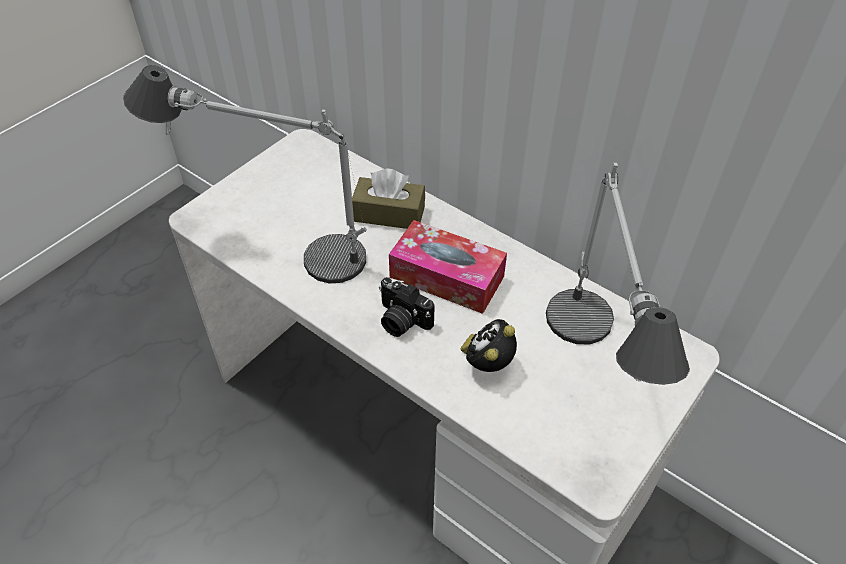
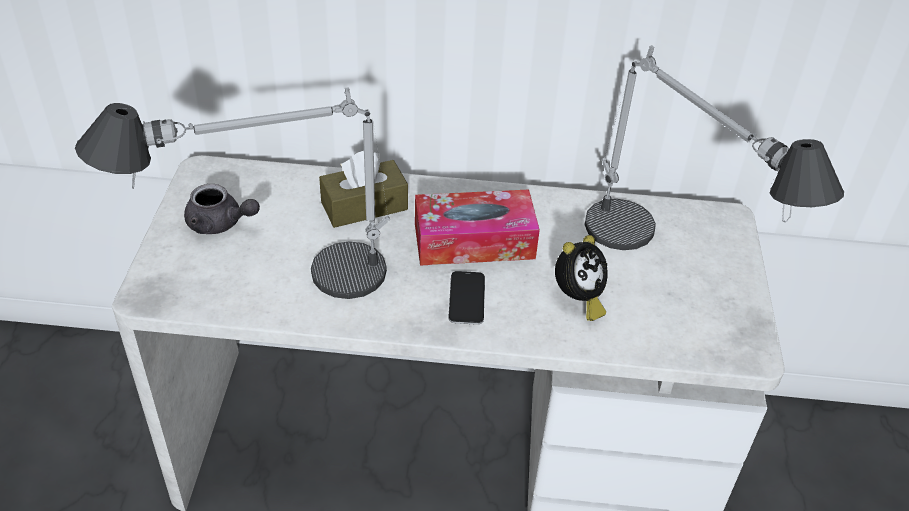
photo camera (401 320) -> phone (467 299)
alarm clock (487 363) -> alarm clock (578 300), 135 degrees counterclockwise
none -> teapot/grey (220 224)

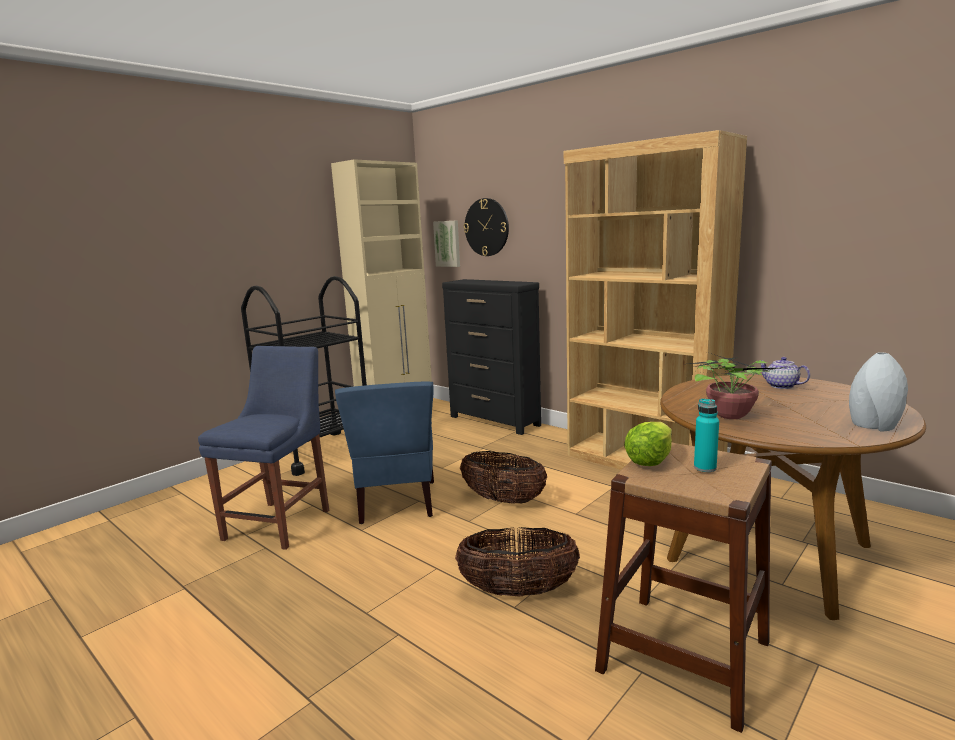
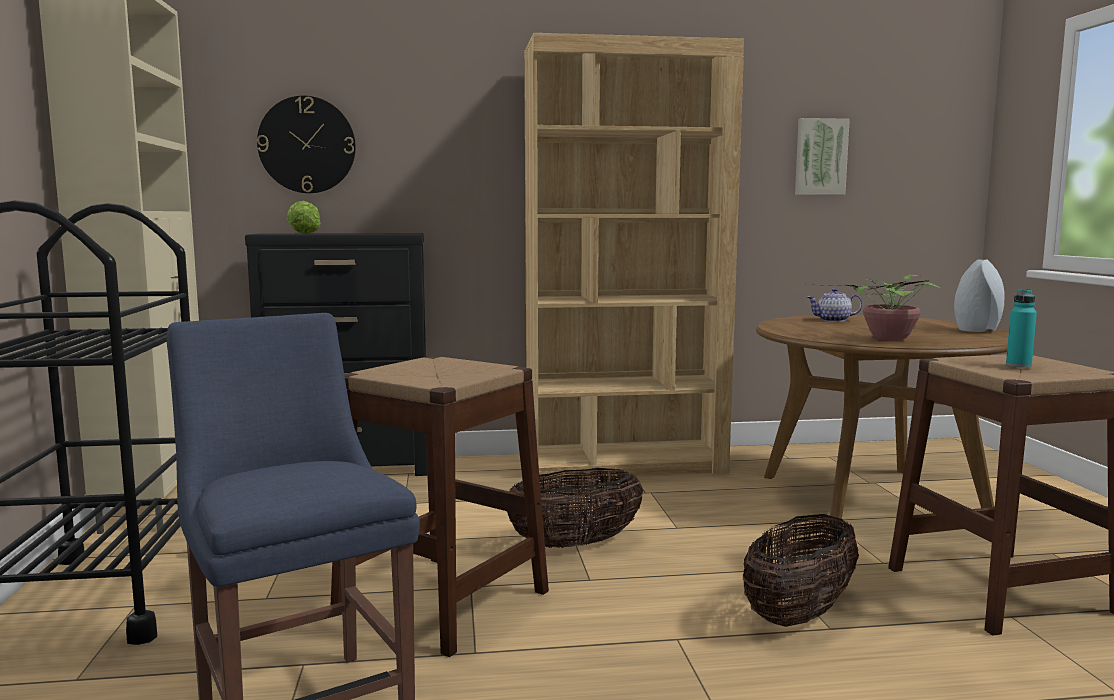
chair/blue (396 502) -> stool/brown (442 601)
picture (448 243) -> picture (820 157), move
lettuce (649 460) -> lettuce (305 233), move

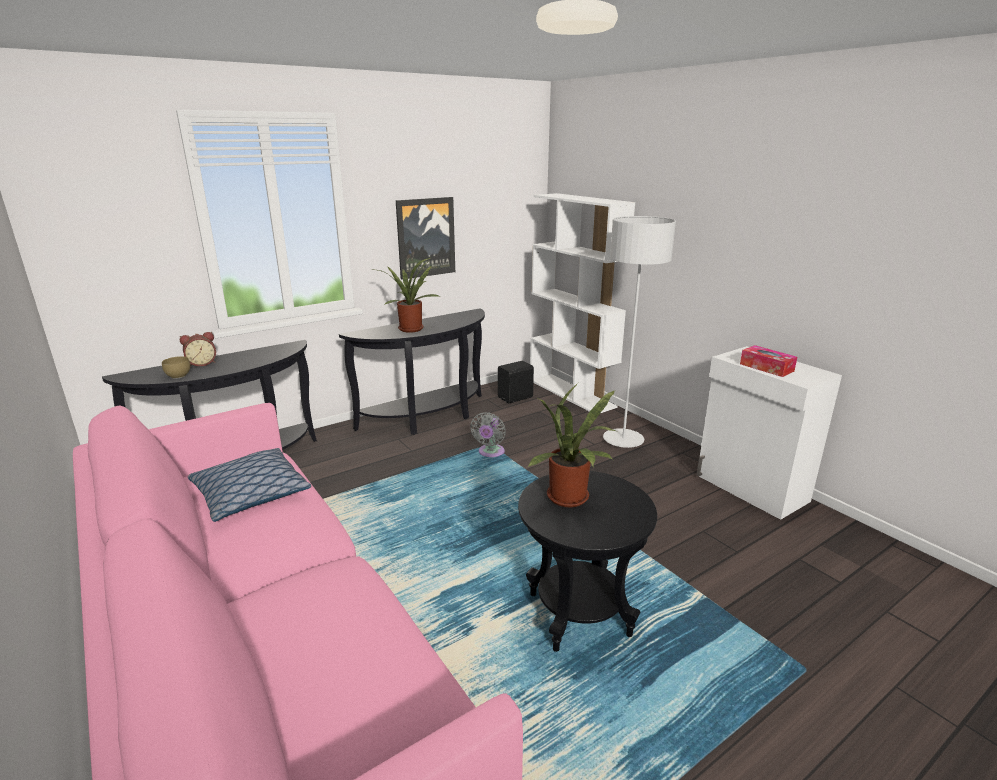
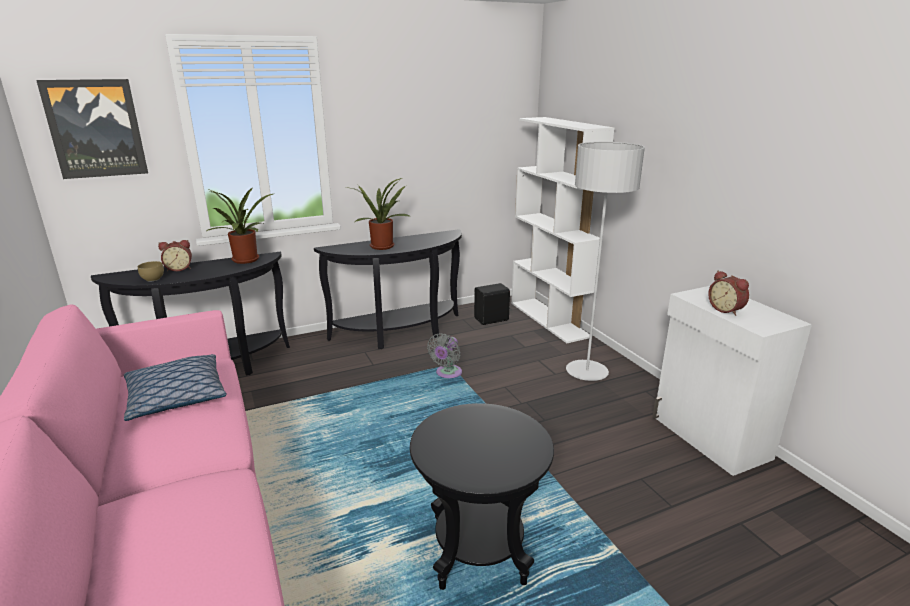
picture (425 237) -> picture (95 129), move
potted plant (571 499) -> potted plant (246 261), move
tissue box (766 367) -> alarm clock (726 310)

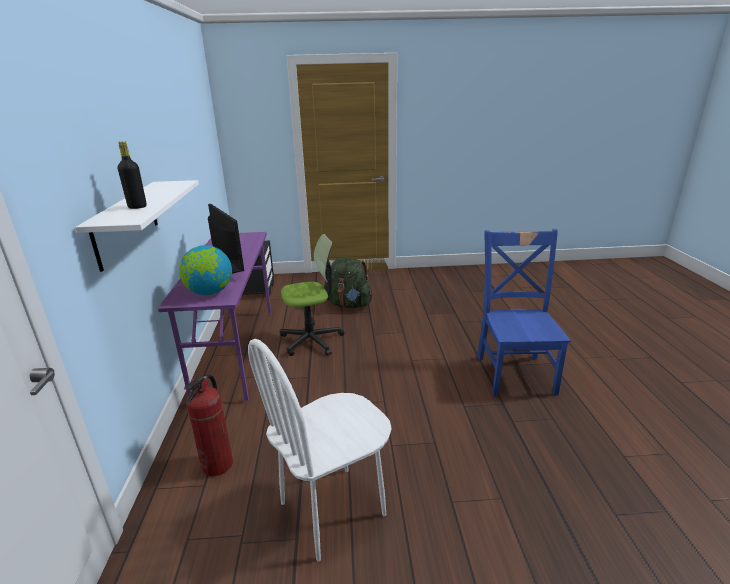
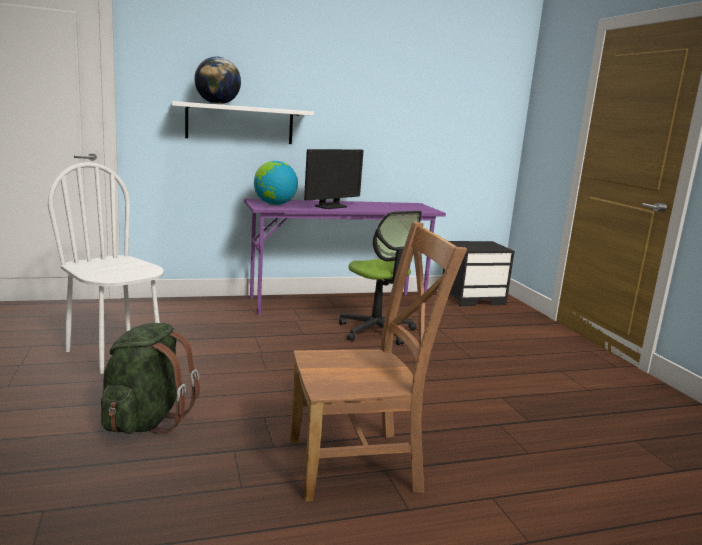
bottle/black (137 207) -> globe (217 104)
fire extinguisher (217 465) -> none
backpack/green (349 304) -> backpack/green (146 420), move
chair/blue (514 372) -> chair/brown (360 464)

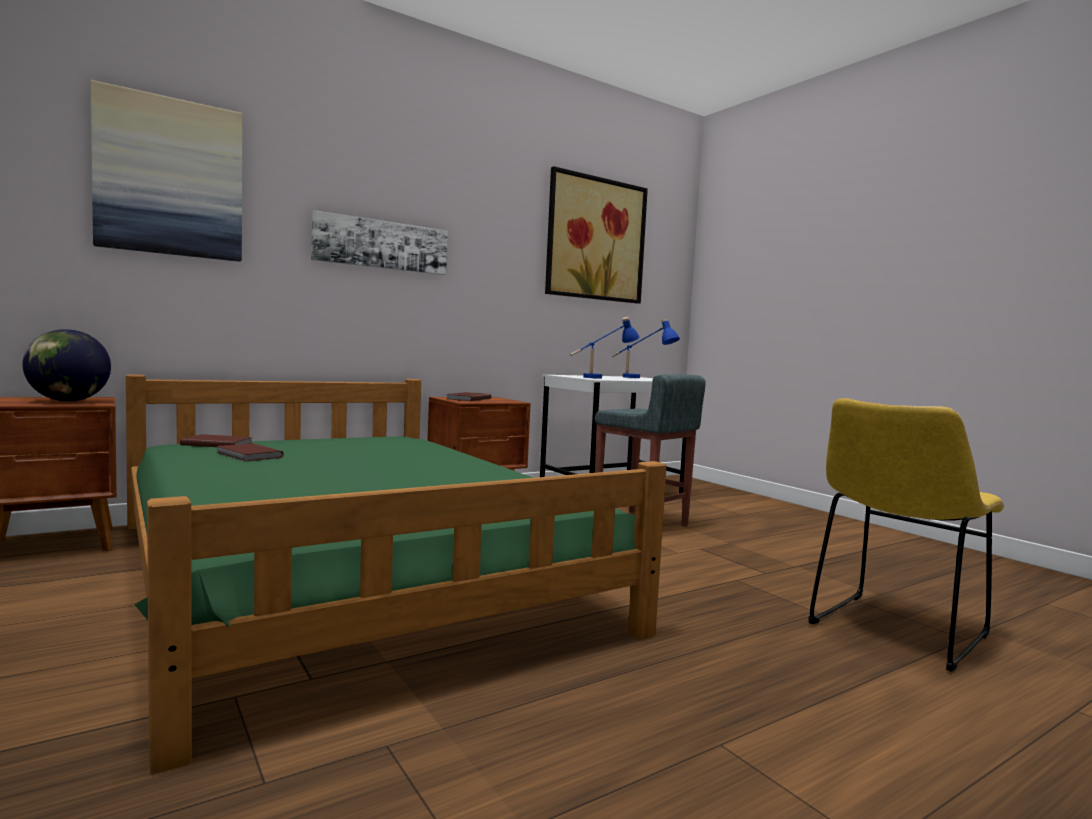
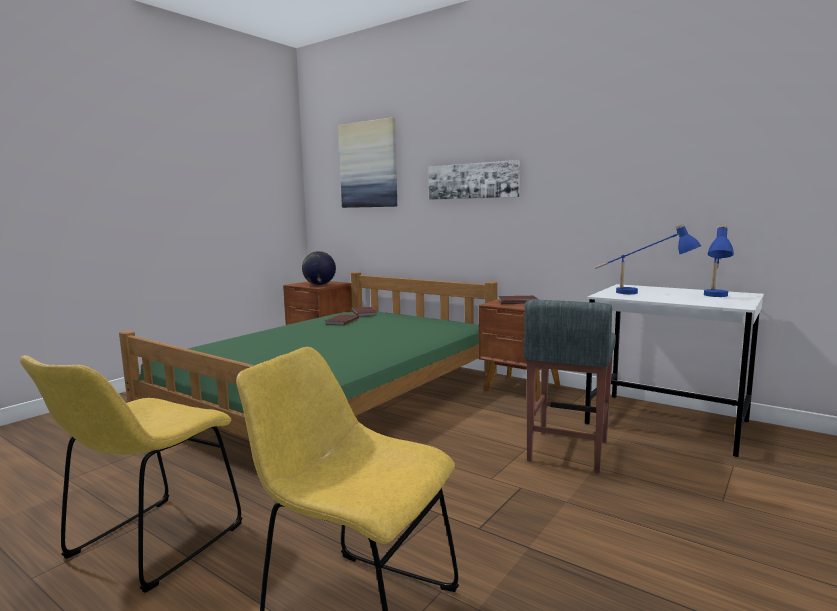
picture (596 239) -> none
none -> chair/yellow (149 546)

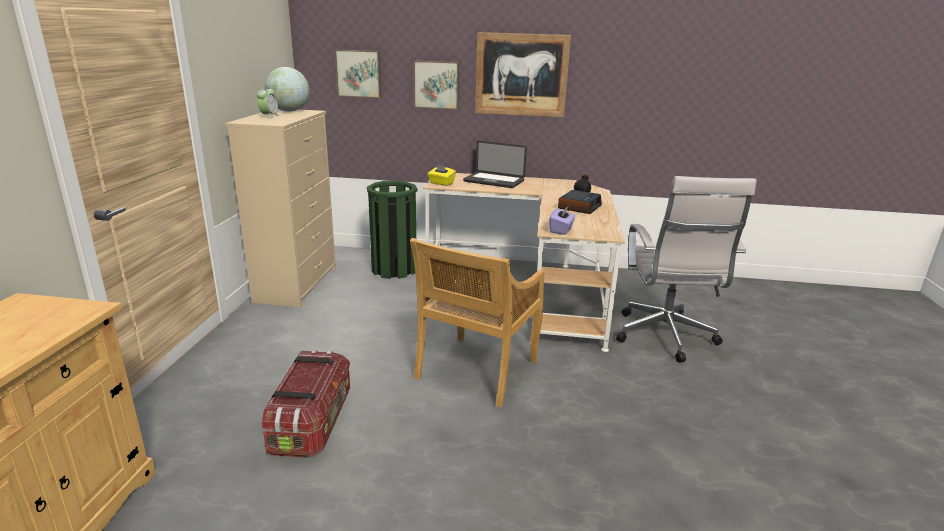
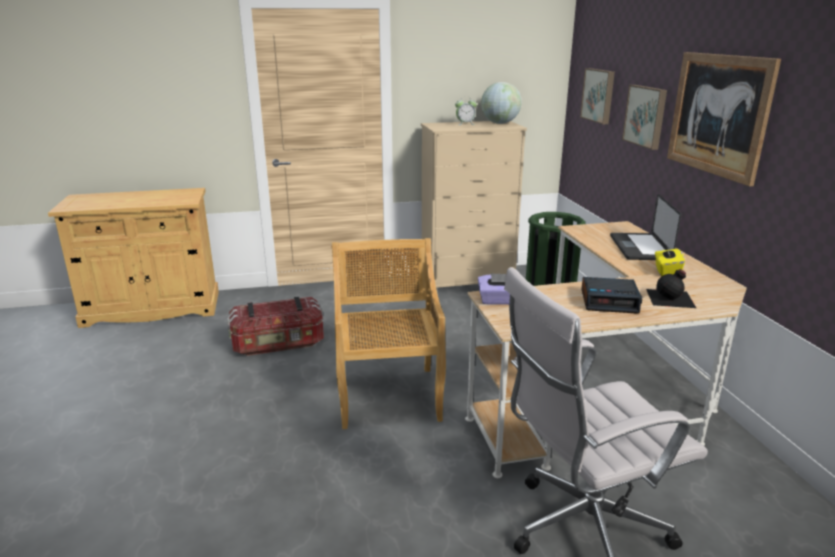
chair/beige (476 371) -> chair/beige (388 395), 75 degrees clockwise
tissue box/yellow (441 183) -> tissue box/yellow (666 272), move

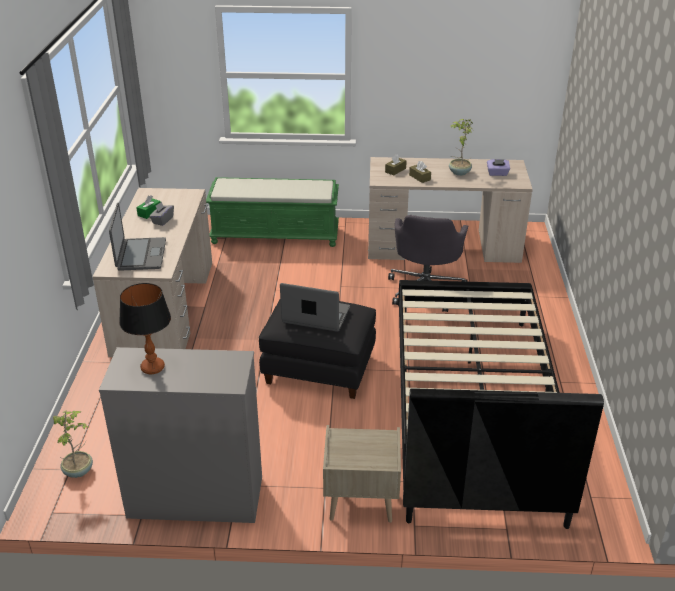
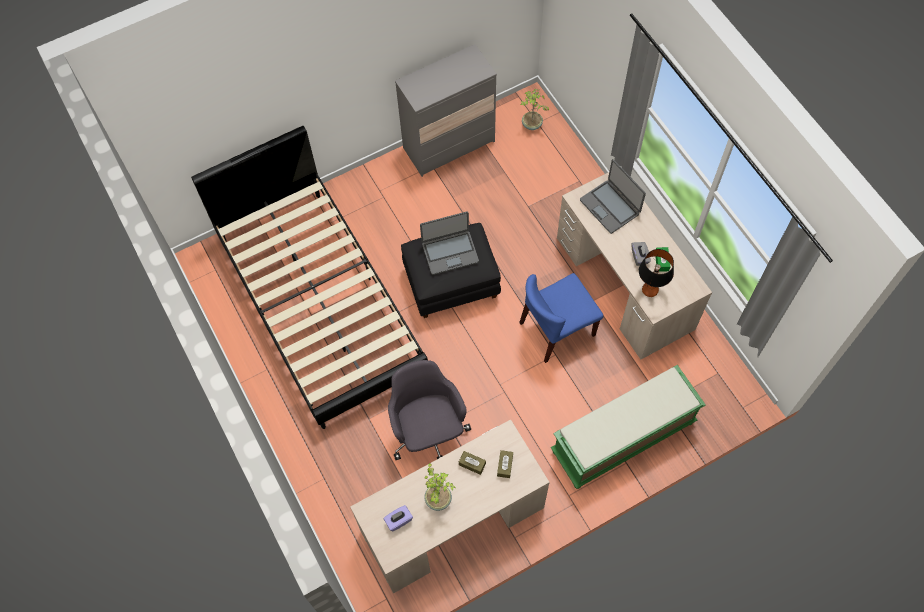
table lamp (153 367) -> table lamp (650 290), move
nightstand/beige (360 502) -> none
none -> chair/blue (556 330)

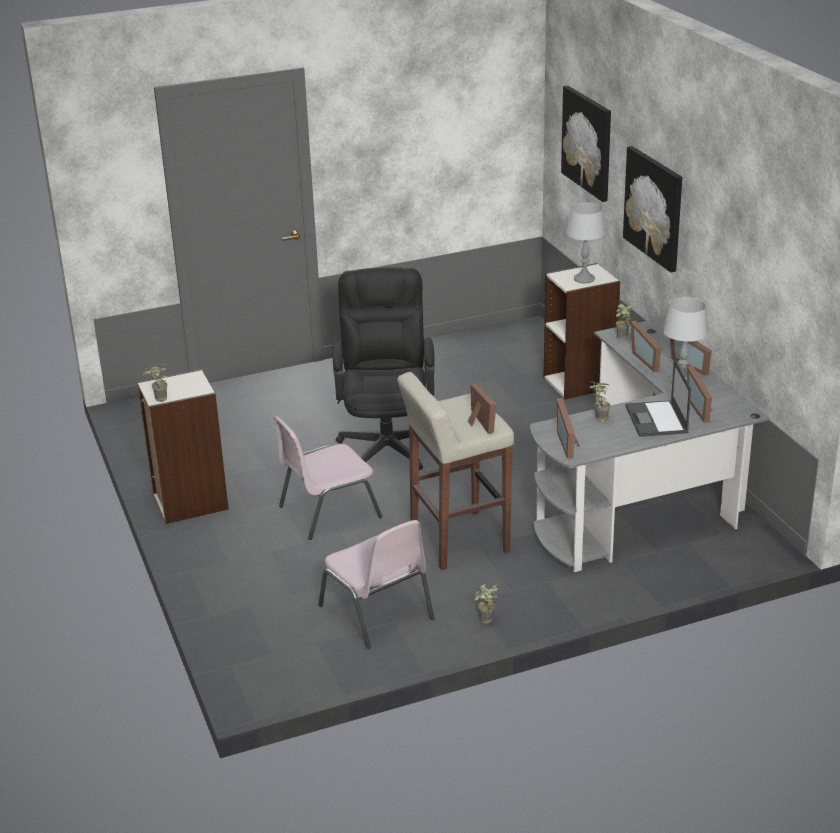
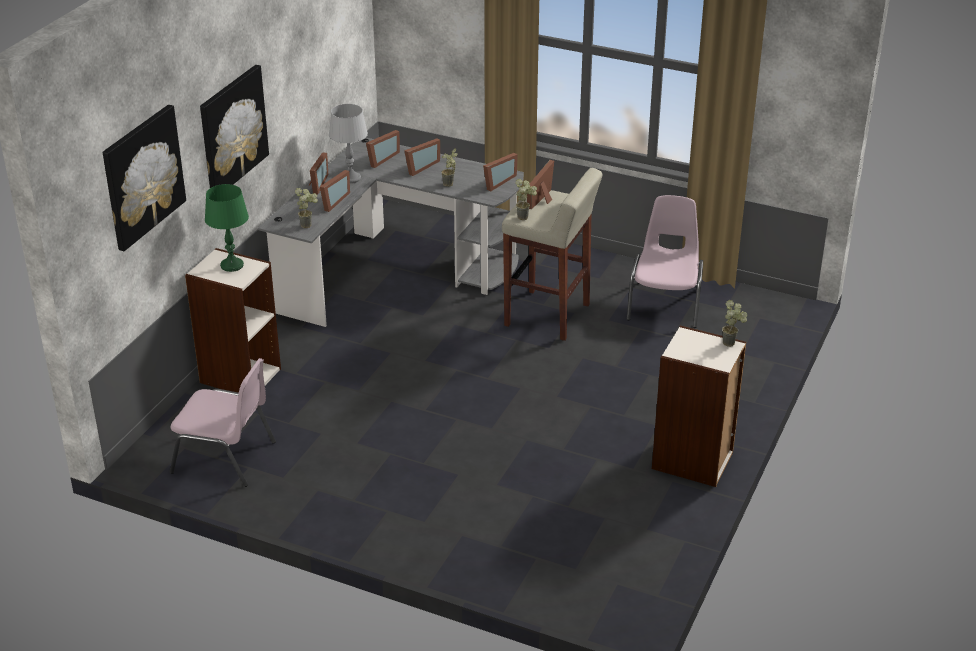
chair/pink (327 512) -> chair/pink (225 457), move
office chair/black (387 442) -> none
potted plant (485 622) -> potted plant (525 217), move
table lamp/grey (584 279) -> table lamp/green (232 265)
laptop (657 420) -> picture frame (419 167)

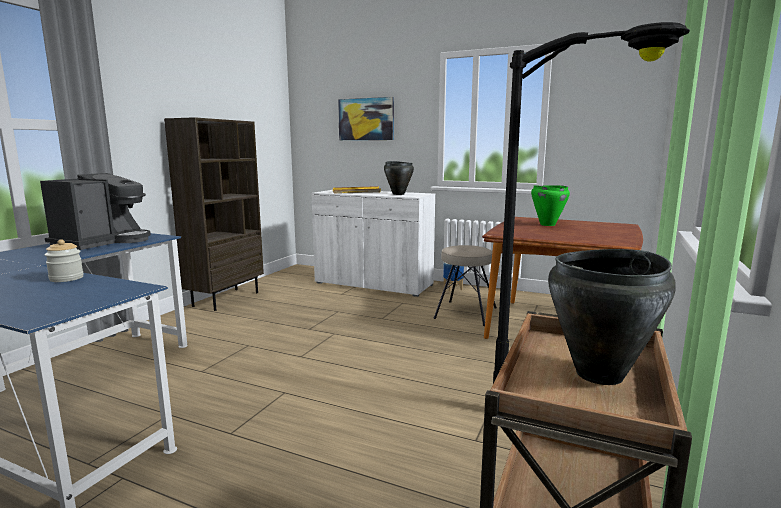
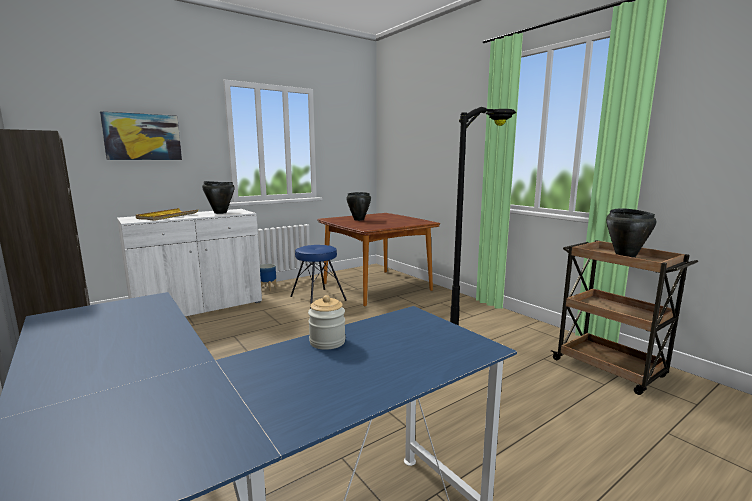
coffee machine (103 242) -> none
stool/beige (465 313) -> stool/blue (317 298)
cooking pot/green (547 224) -> cooking pot/black (358 219)

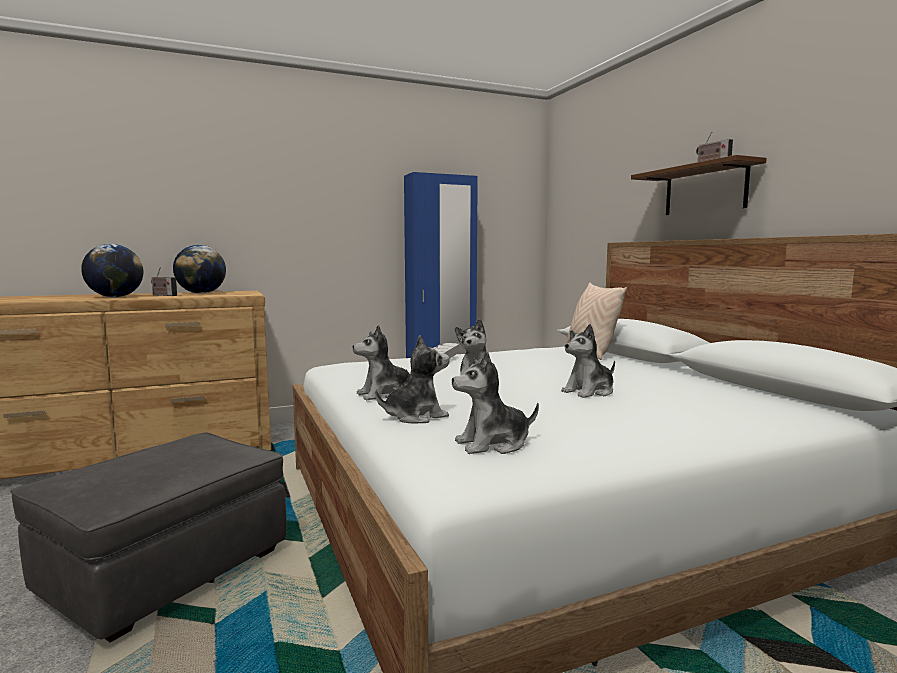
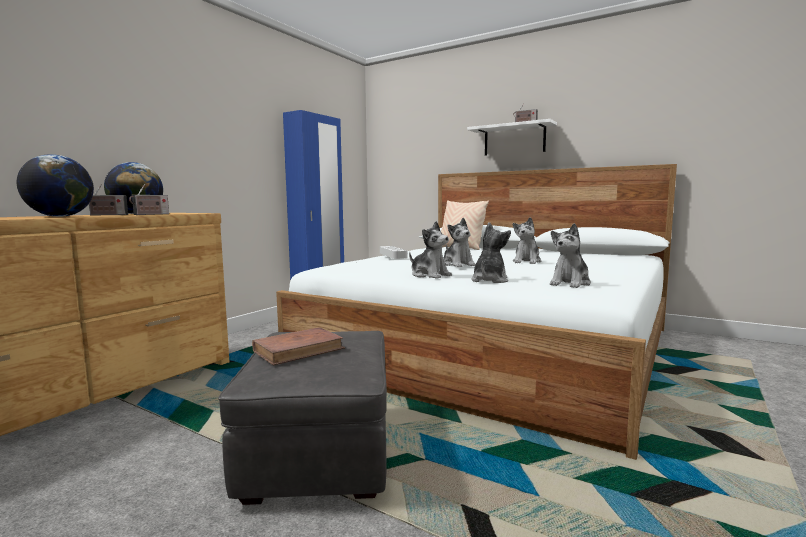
plush toy (385 394) -> plush toy (430 275), 75 degrees counterclockwise
shelf/brown (705 190) -> shelf/white (514 140)
none -> radio (150 214)
none -> book/brown (299 350)

